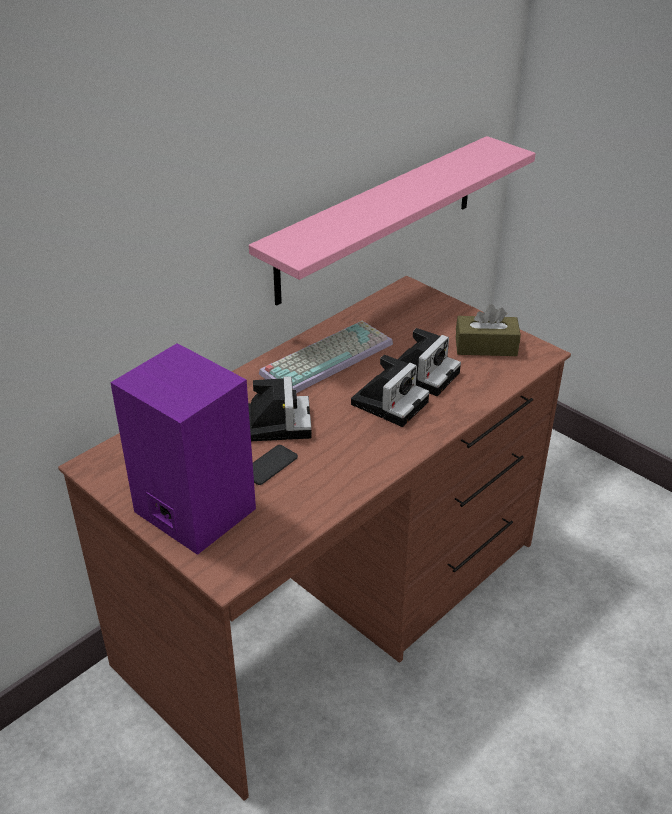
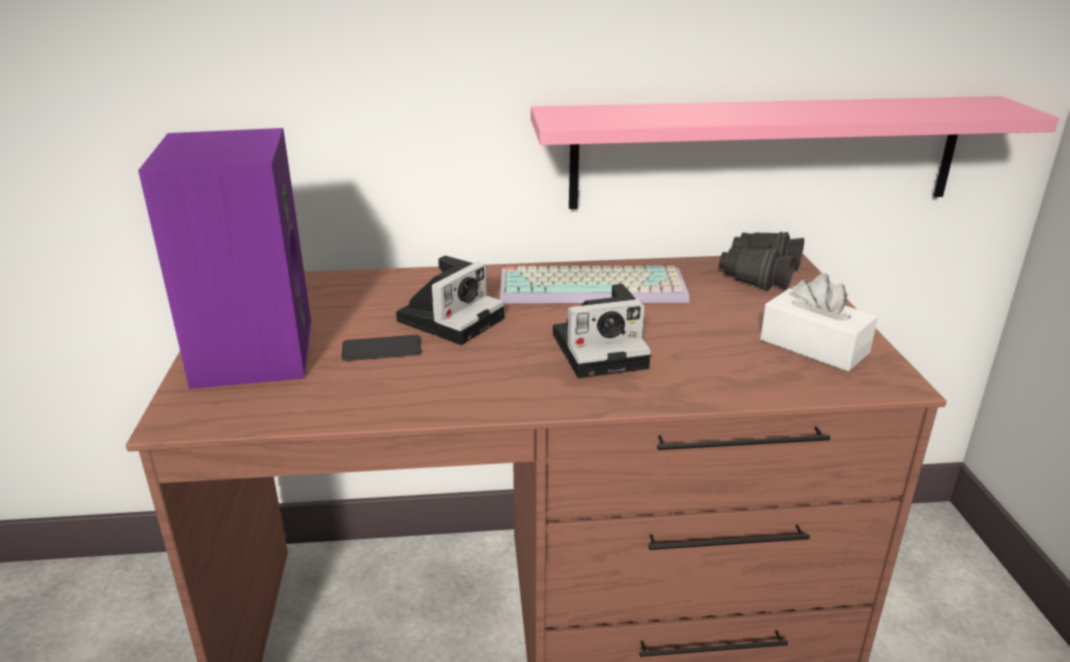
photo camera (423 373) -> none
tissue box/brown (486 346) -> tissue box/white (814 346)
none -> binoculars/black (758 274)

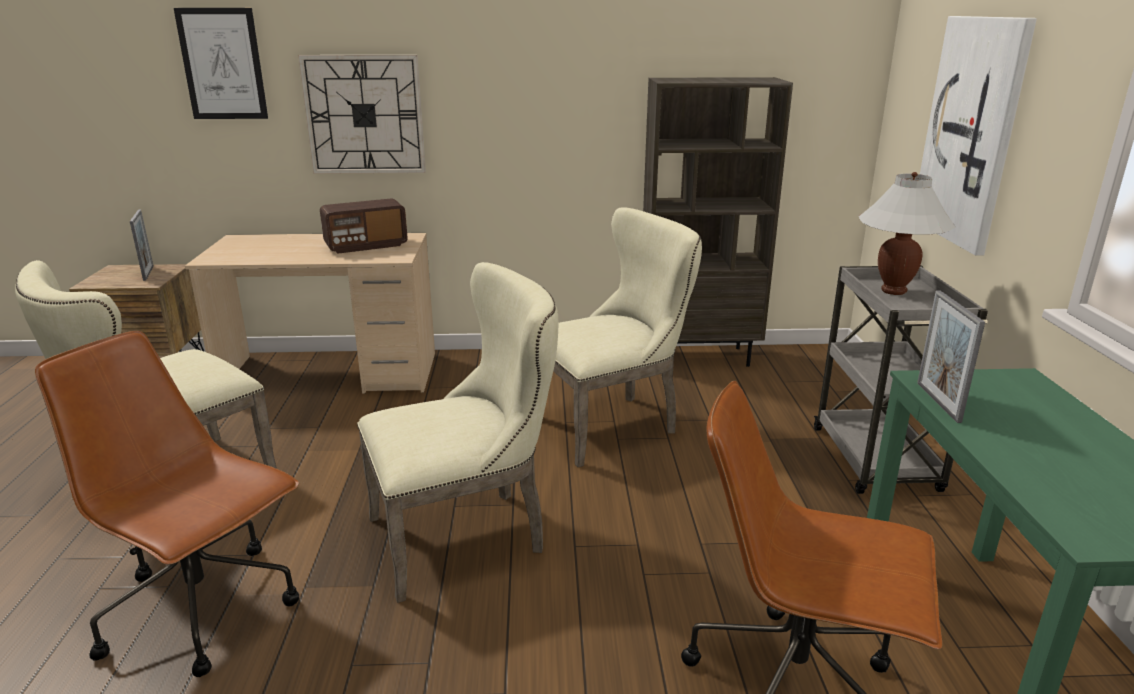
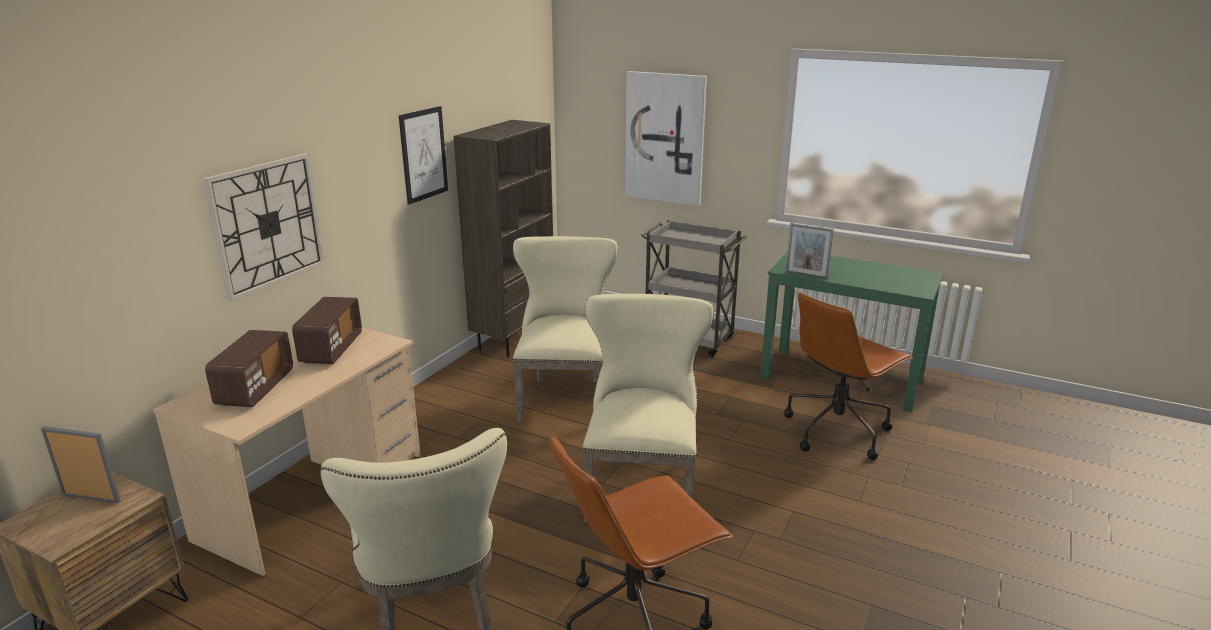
picture (222 64) -> picture (423 154), move
table lamp/white (894 291) -> none
none -> radio (255 389)

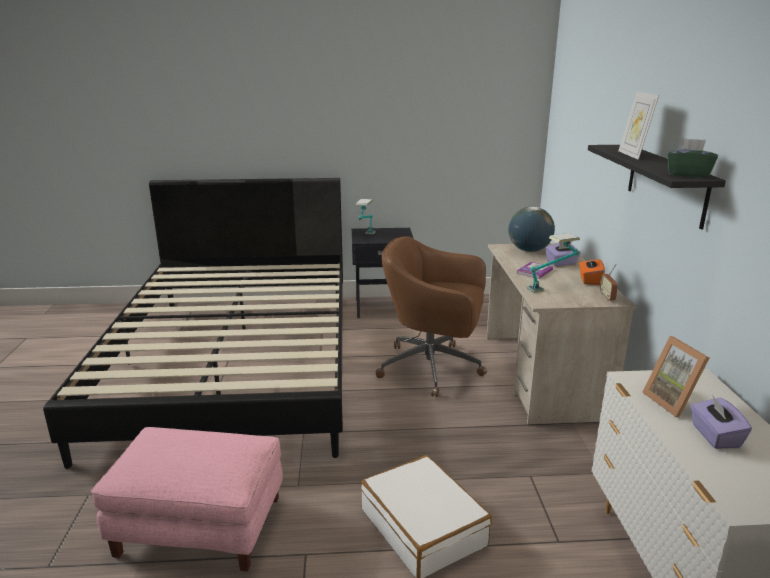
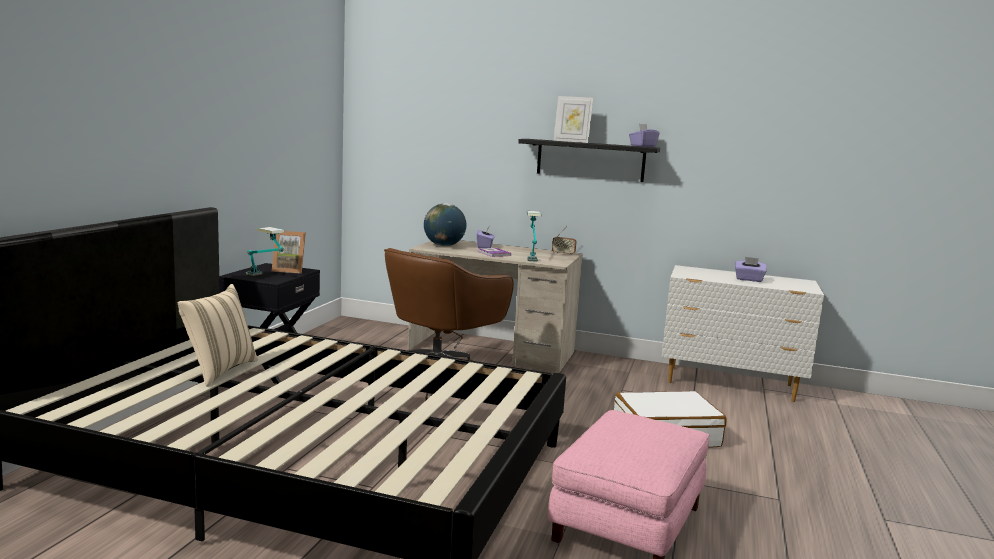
tissue box/orange (589 280) -> none
picture frame (673 402) -> picture frame (289 270), move
tissue box/green (688 174) -> tissue box/purple (642 146)
none -> pillow/beige (219 370)

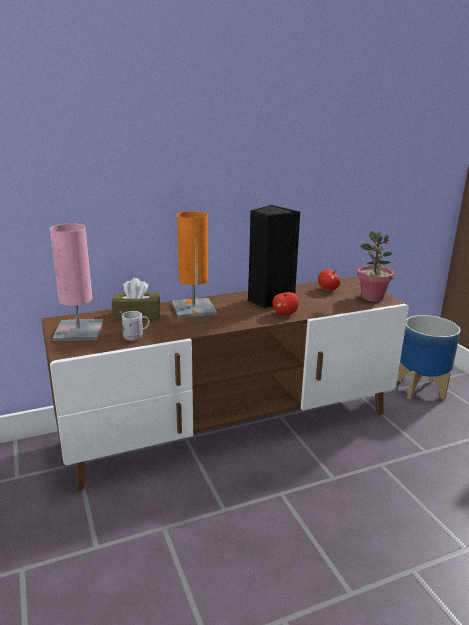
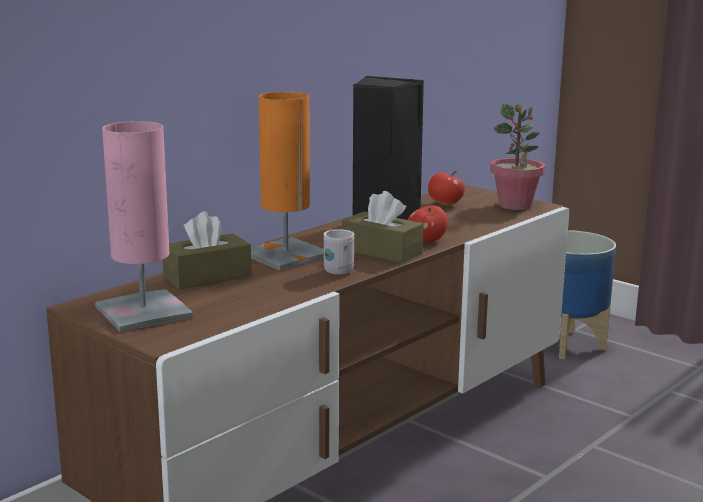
mug/white (136 337) -> mug/white (341 270), move
none -> tissue box/brown (382 251)

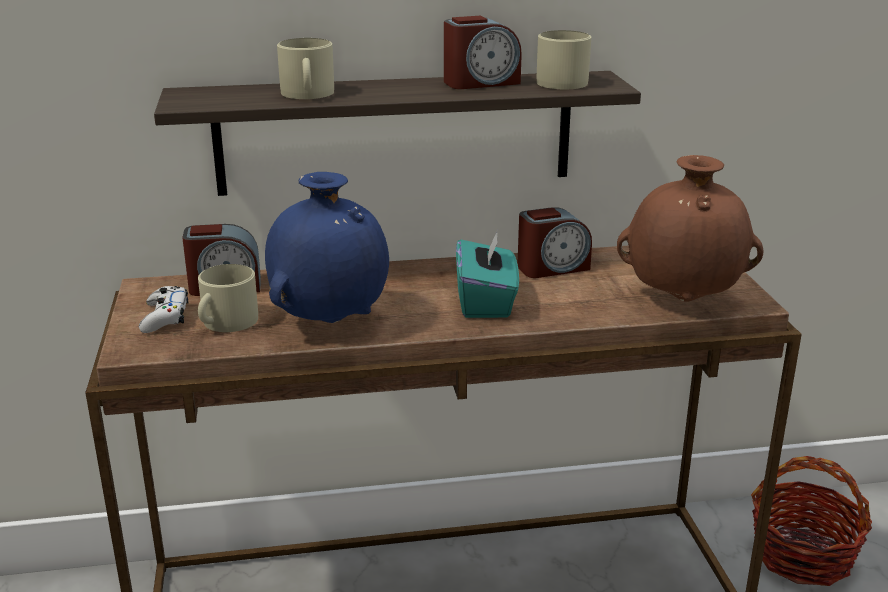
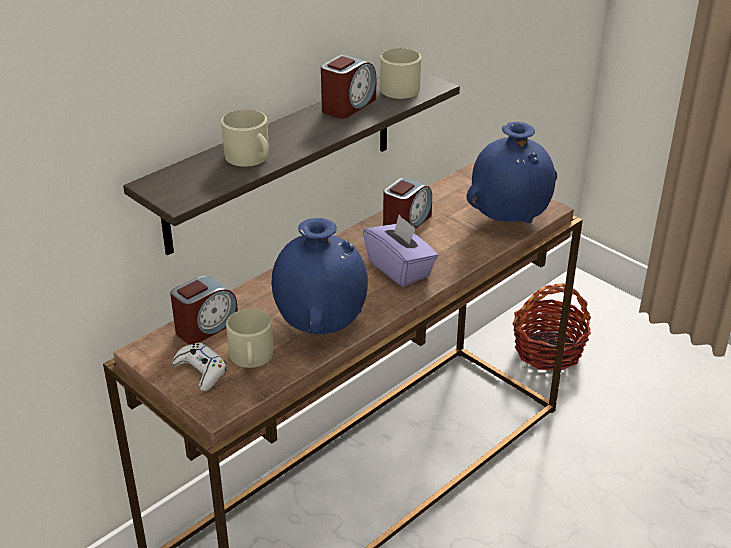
tissue box/turquoise (486 302) -> tissue box/purple (400 269)
vase/brown (684 299) -> vase/blue (510 219)

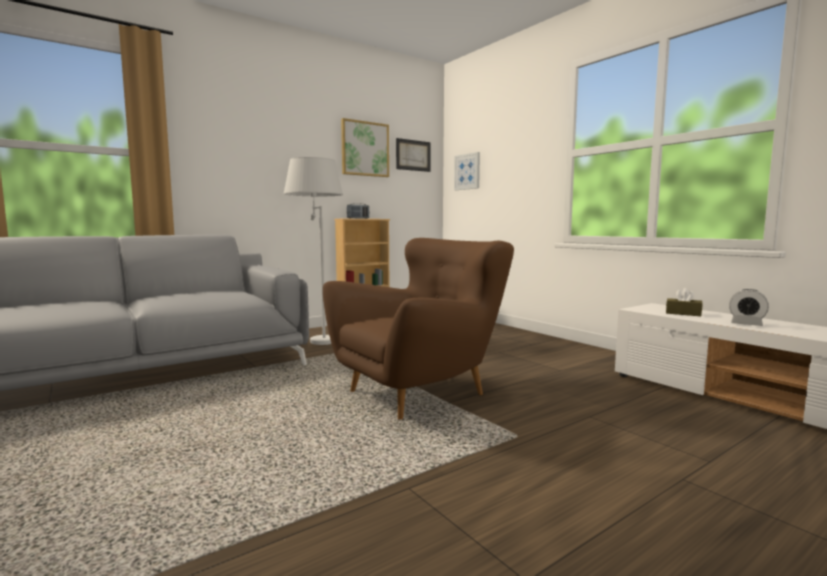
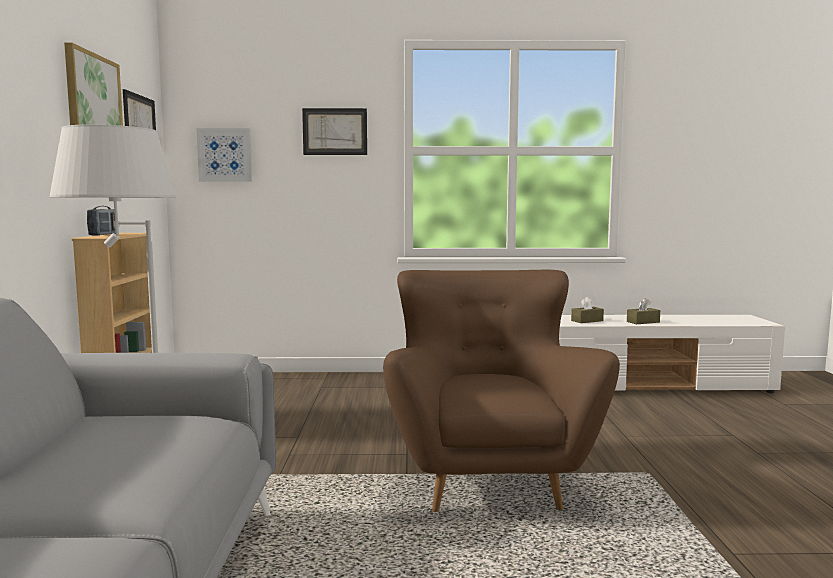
alarm clock (746 324) -> tissue box/brown (643 322)
none -> picture (335 131)

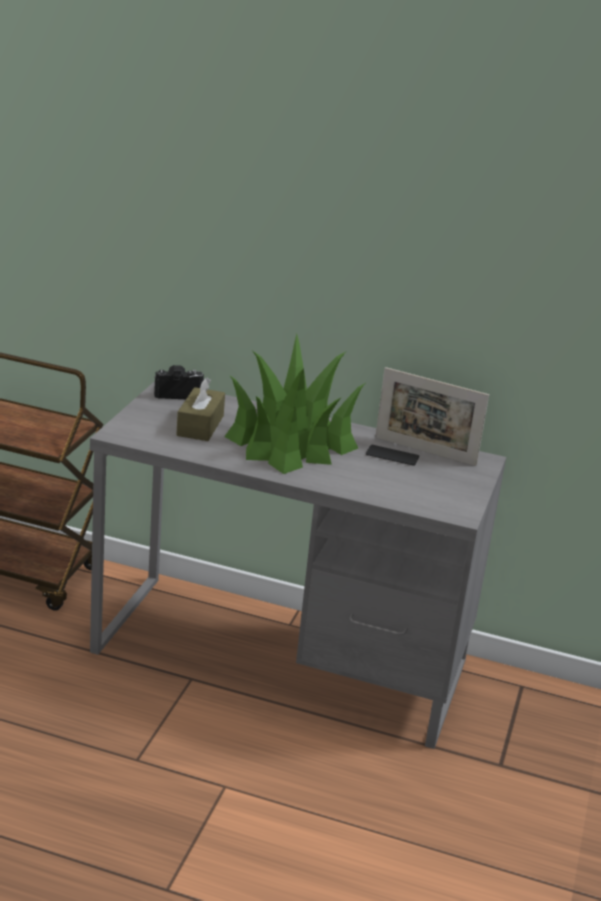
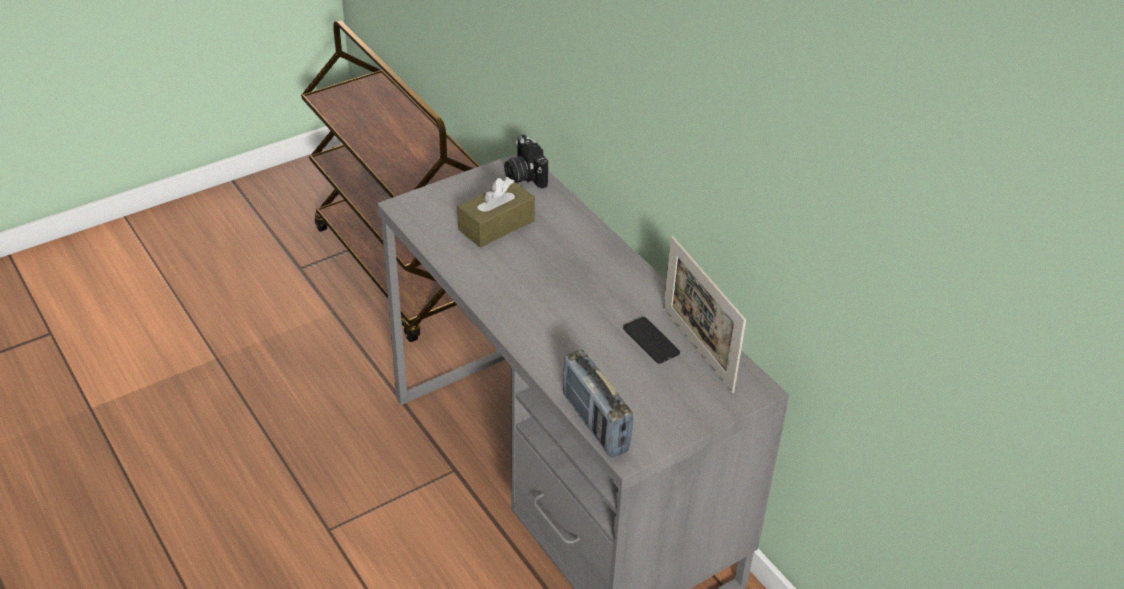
photo camera (178 393) -> photo camera (524 176), 150 degrees counterclockwise
potted plant (290 443) -> none
none -> radio (595 423)

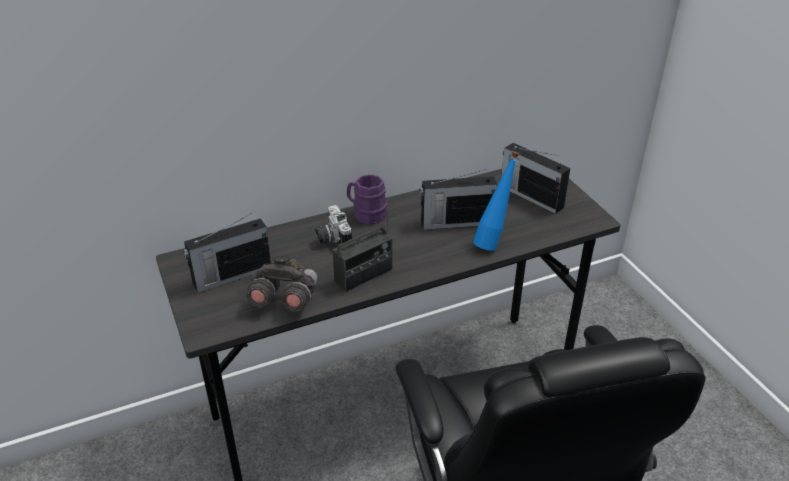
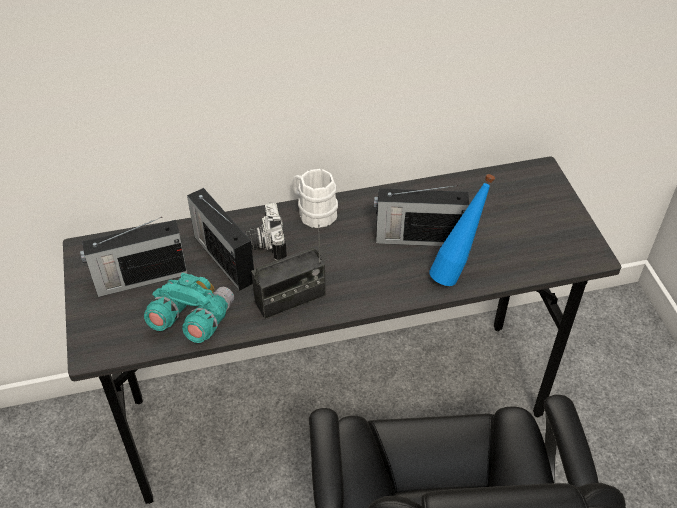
binoculars/grey (284 299) -> binoculars/turquoise (192 320)
mug/purple (366 214) -> mug/white (313 213)
radio (530 196) -> radio (223 258), move

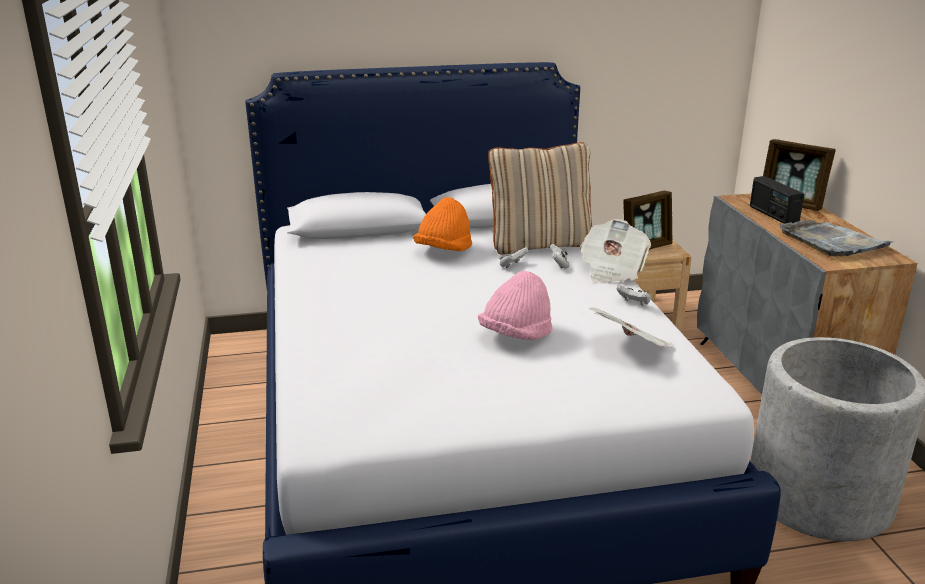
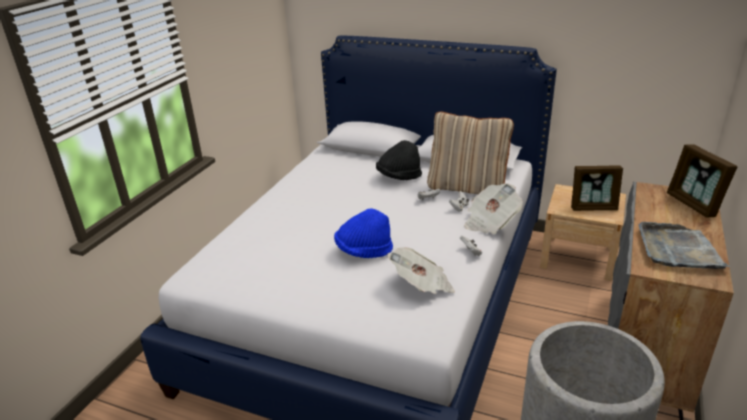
hat/orange (443 251) -> hat/black (399 177)
hat/pink (516 335) -> hat/blue (364 251)
radio (773 215) -> none

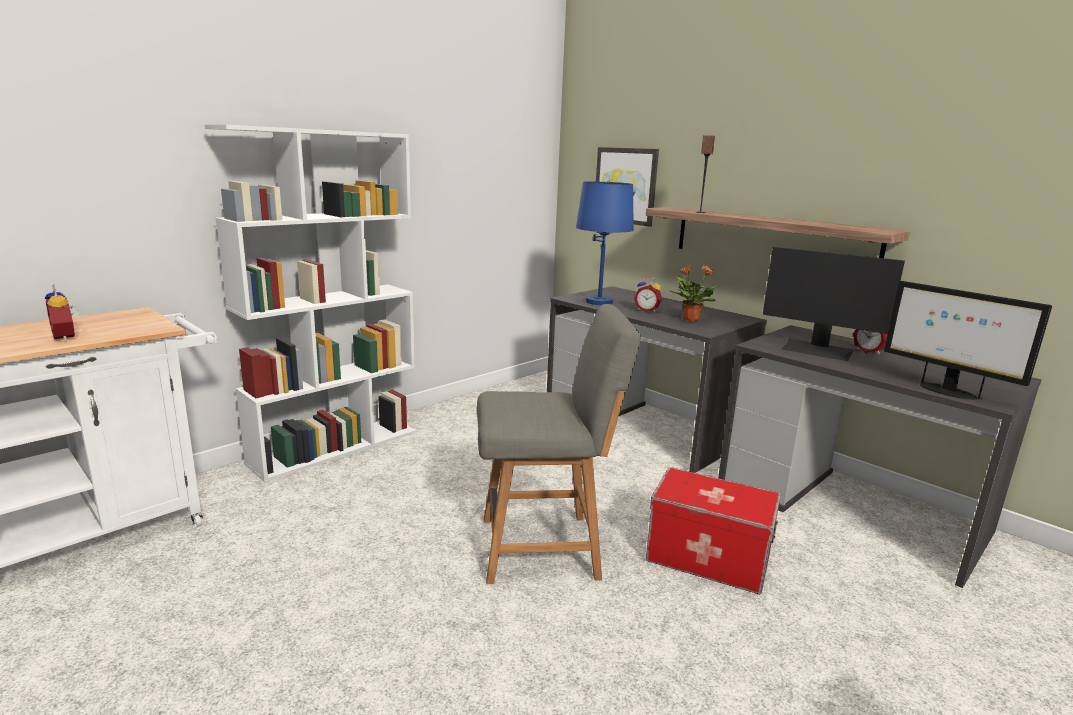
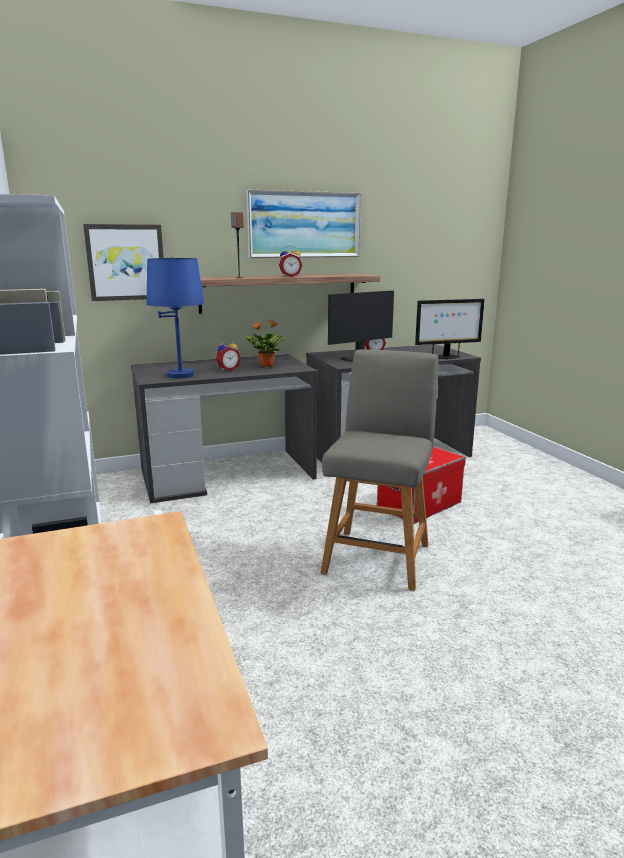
alarm clock (68 337) -> alarm clock (290 276), move
none -> picture (304 225)

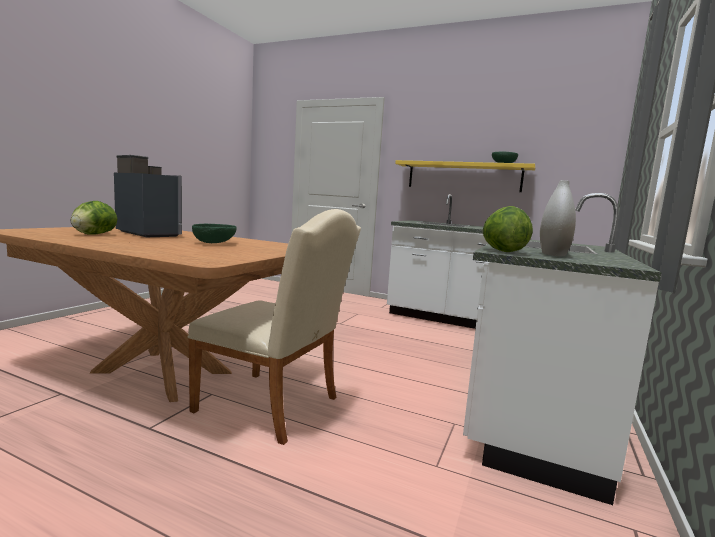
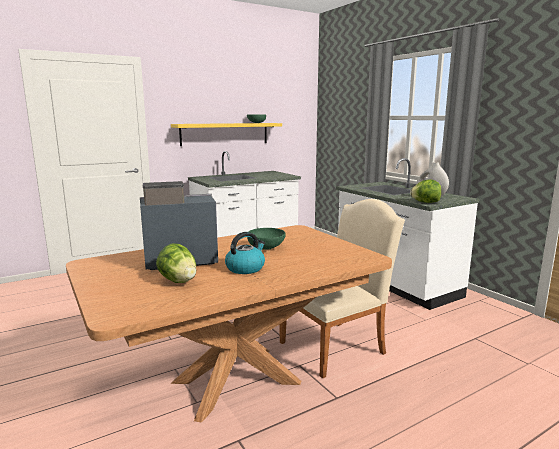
none -> kettle (245 268)

